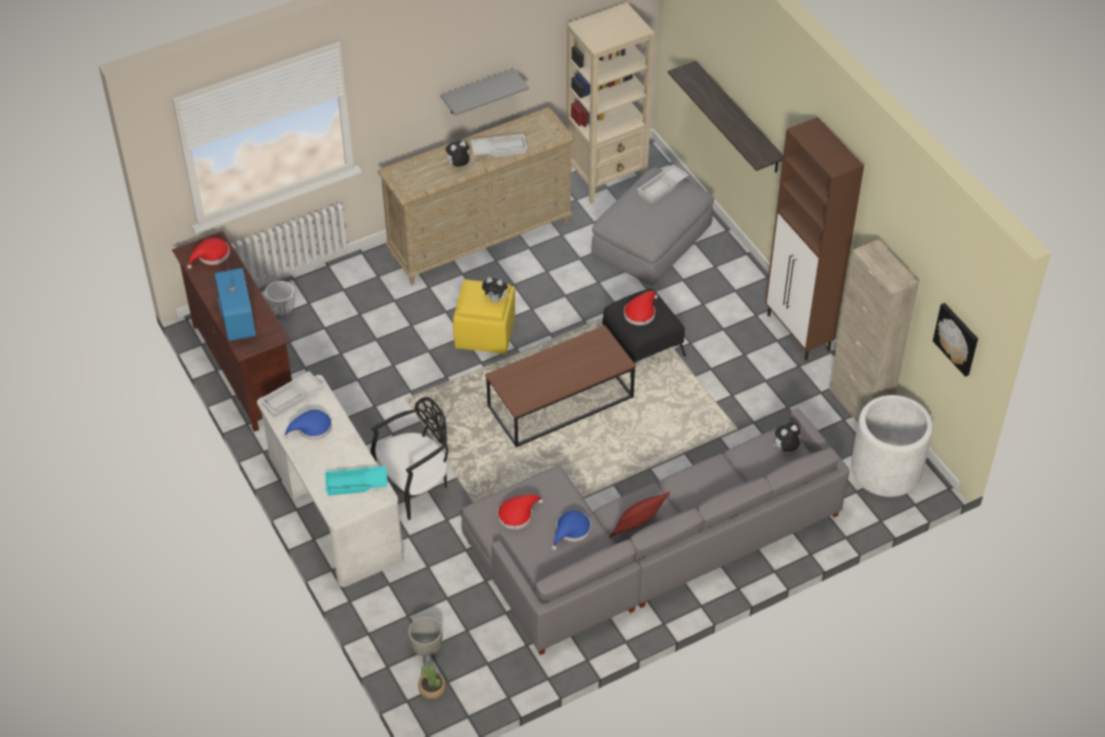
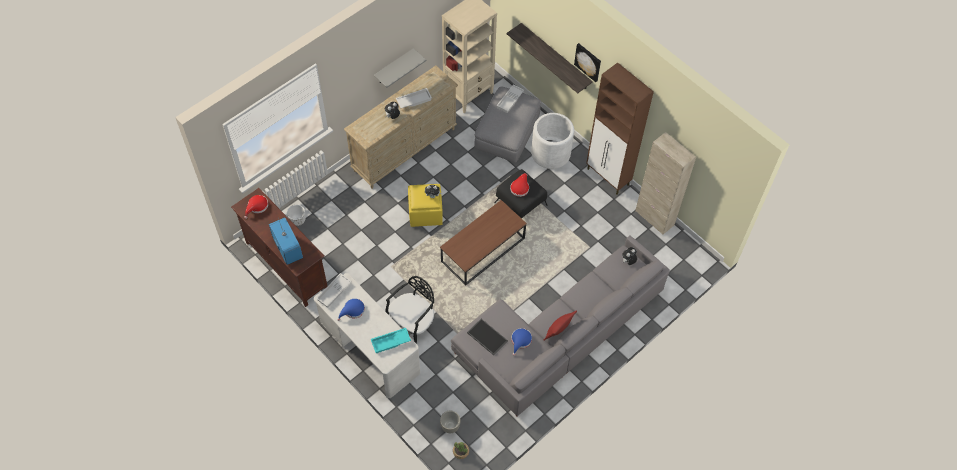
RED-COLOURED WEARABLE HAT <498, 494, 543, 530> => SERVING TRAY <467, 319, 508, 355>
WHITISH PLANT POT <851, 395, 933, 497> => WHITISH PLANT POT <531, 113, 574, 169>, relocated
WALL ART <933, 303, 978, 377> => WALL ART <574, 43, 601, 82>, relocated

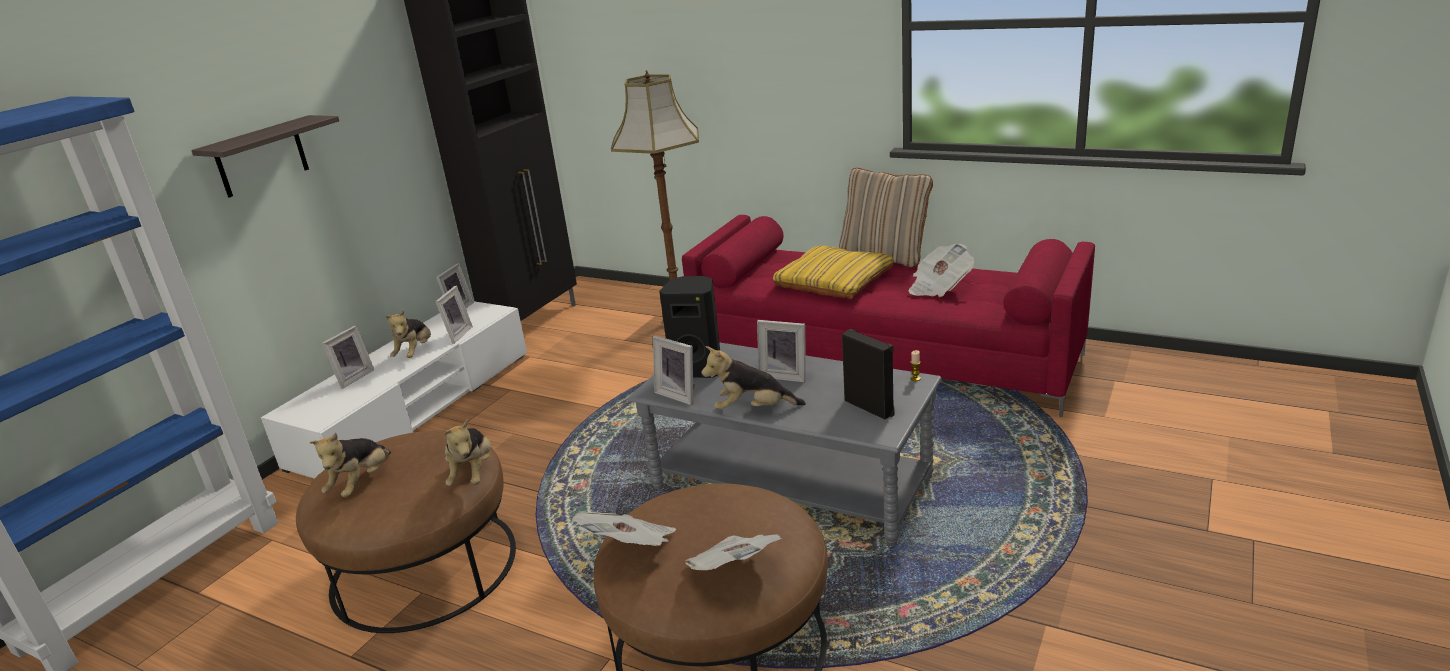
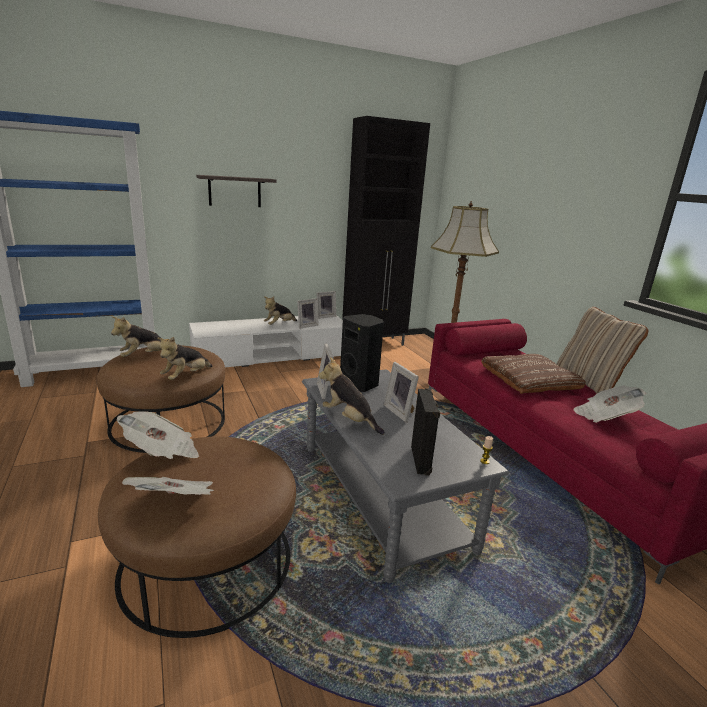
PHOTO FRAME <322, 325, 374, 389> => nothing
YELLOW PILLOW <773, 246, 894, 299> => BROWNISH PILLOW <481, 354, 586, 394>

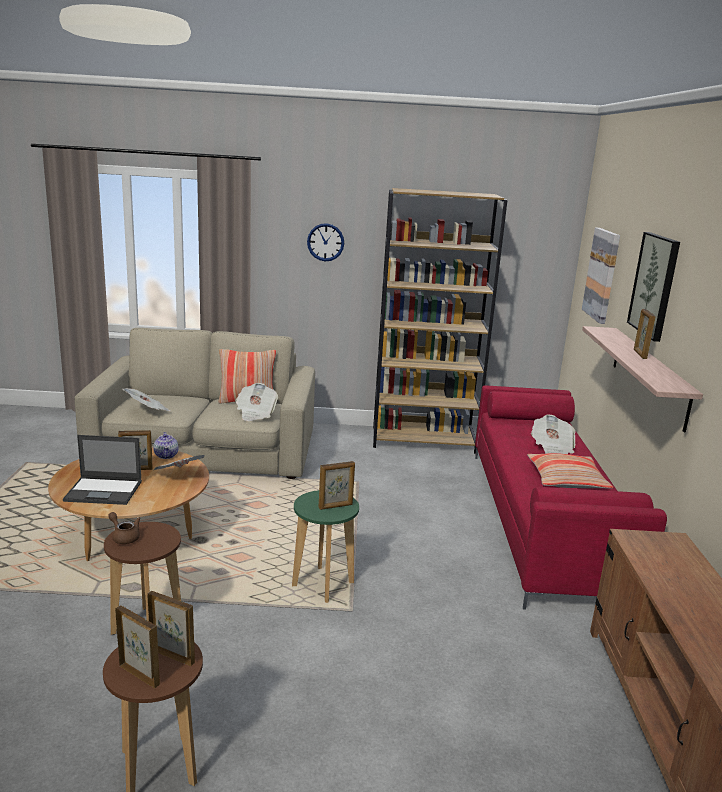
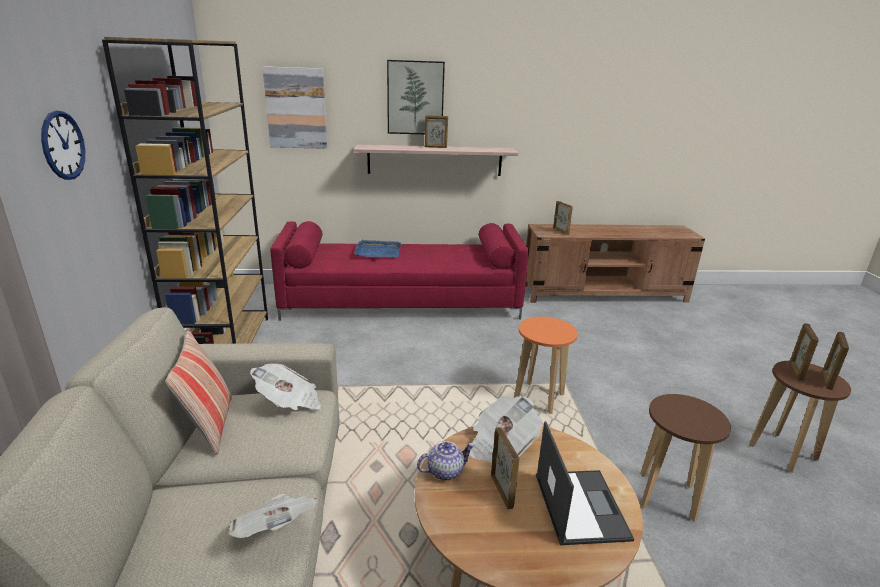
BROWNISH TEA POT <108, 512, 140, 544> => nothing
GREENISH SITTING STOOL <292, 490, 359, 603> => ORANGE-COLOURED SITTING STOOL <514, 317, 578, 414>
PHOTO FRAME <318, 461, 355, 510> => PHOTO FRAME <553, 201, 573, 235>, relocated
PILLOW <527, 453, 613, 489> => nothing
NEWSPAPER <531, 415, 575, 454> => BLUISH SERVING TRAY <354, 239, 401, 257>

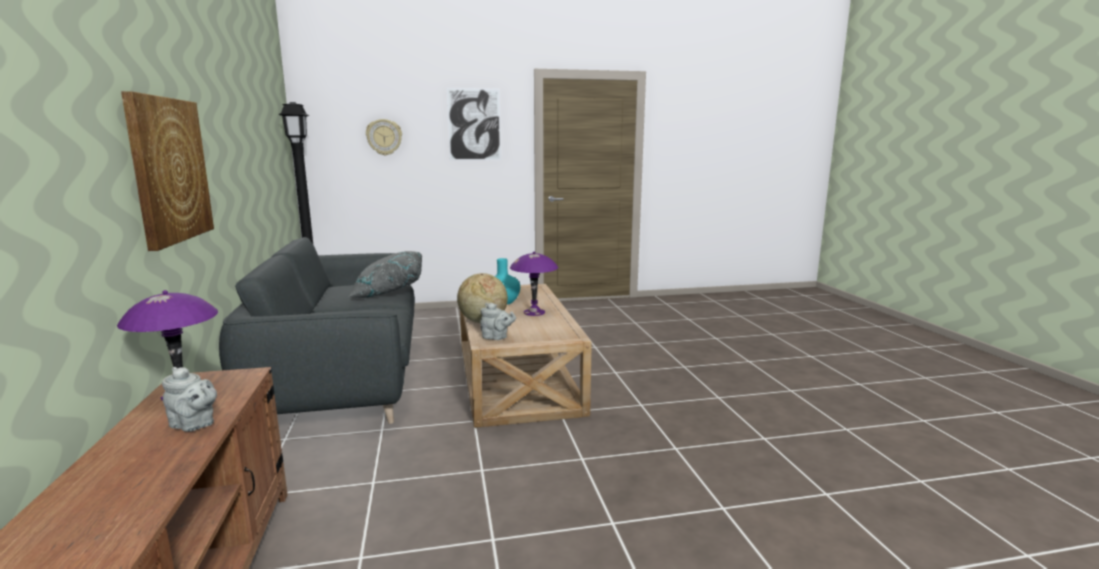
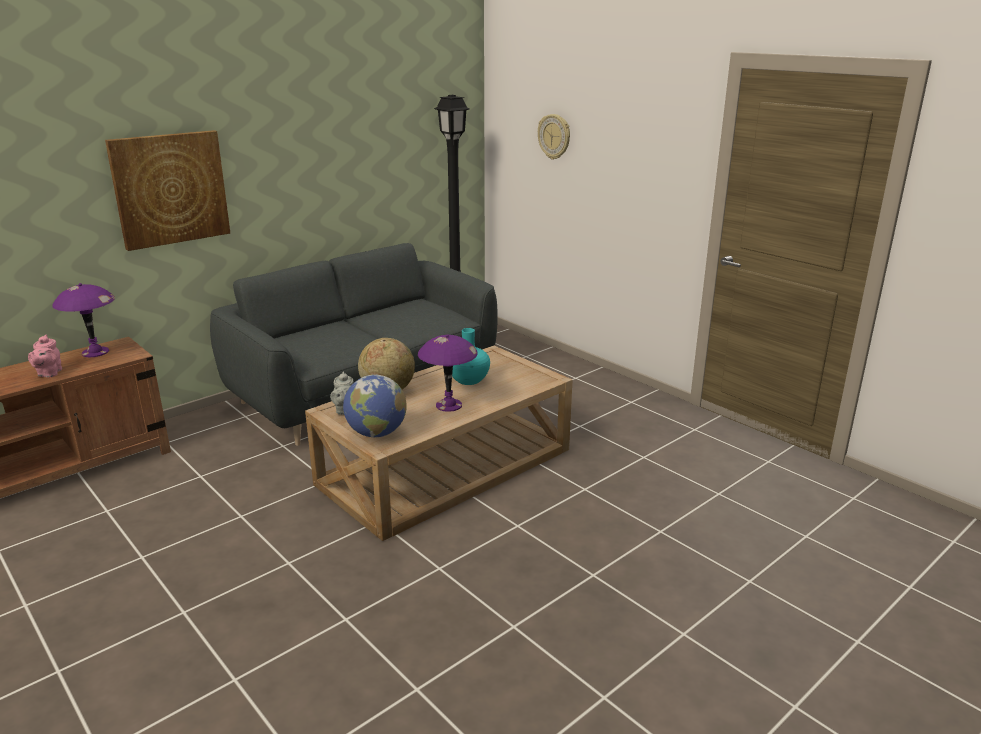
GREY TEA POT <162, 367, 217, 432> => PINK TEA POT <28, 334, 62, 378>
GREY PILLOW <348, 251, 422, 298> => nothing
WALL ART <446, 88, 501, 161> => nothing
nothing => GLOBE <343, 375, 407, 438>

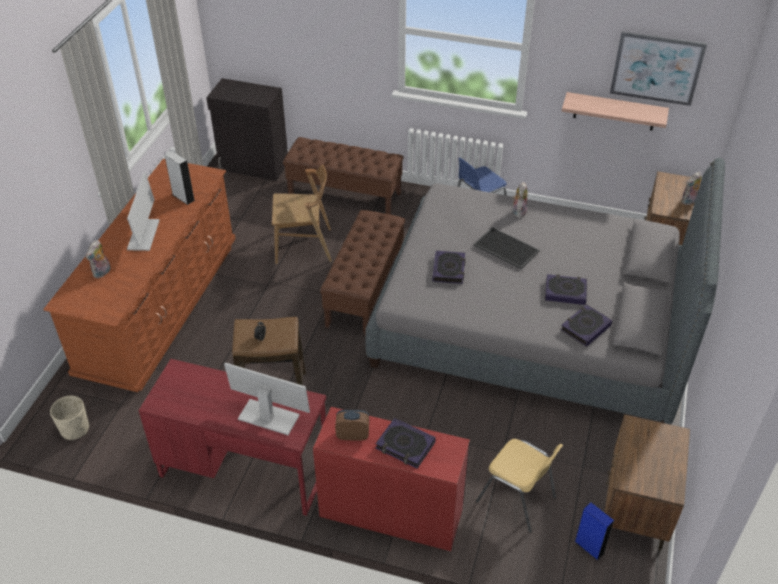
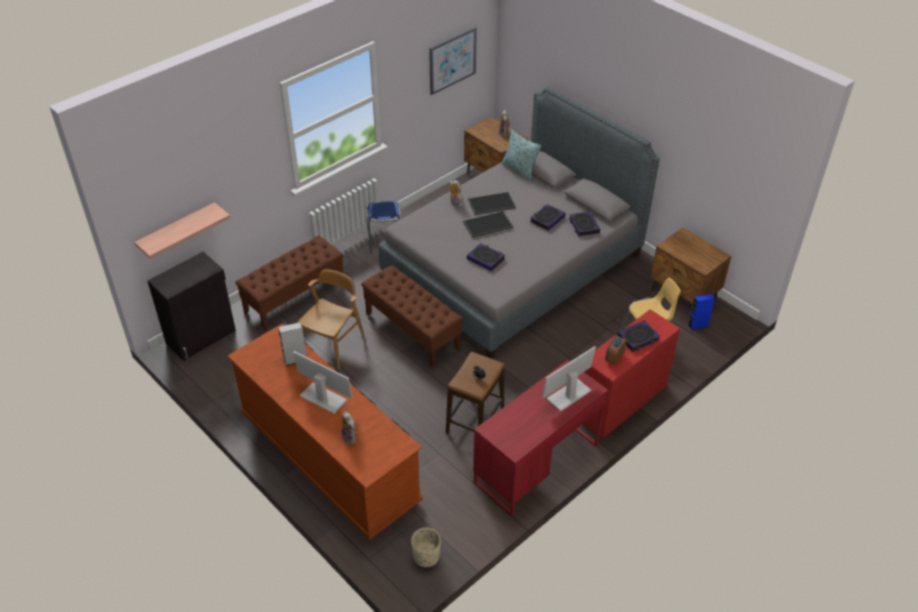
WALL SHELF <562, 92, 669, 131> => WALL SHELF <134, 202, 230, 258>, relocated
nothing => SERVING TRAY <468, 192, 516, 215>
nothing => PILLOW <501, 130, 542, 181>

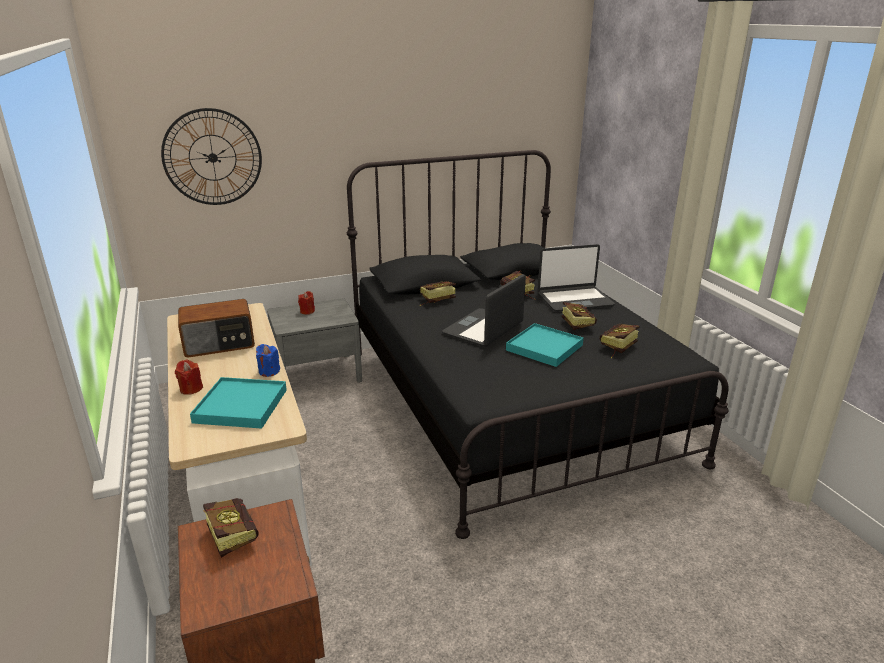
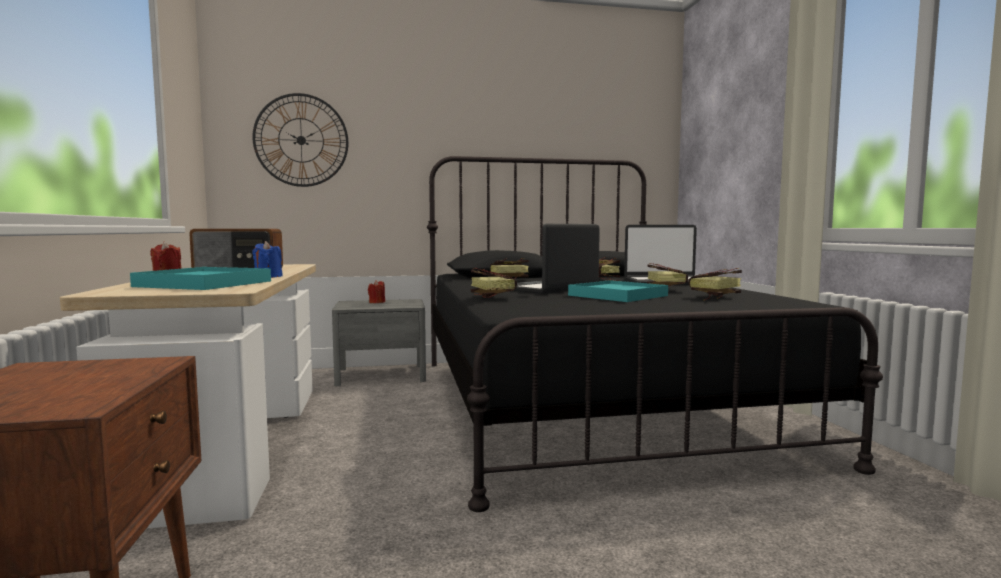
BOUND BOOK <203, 498, 259, 558> => BOUND BOOK <471, 268, 517, 297>, relocated

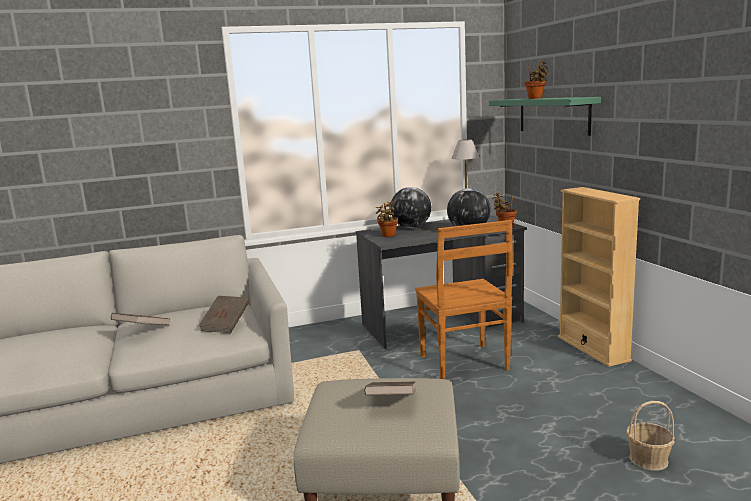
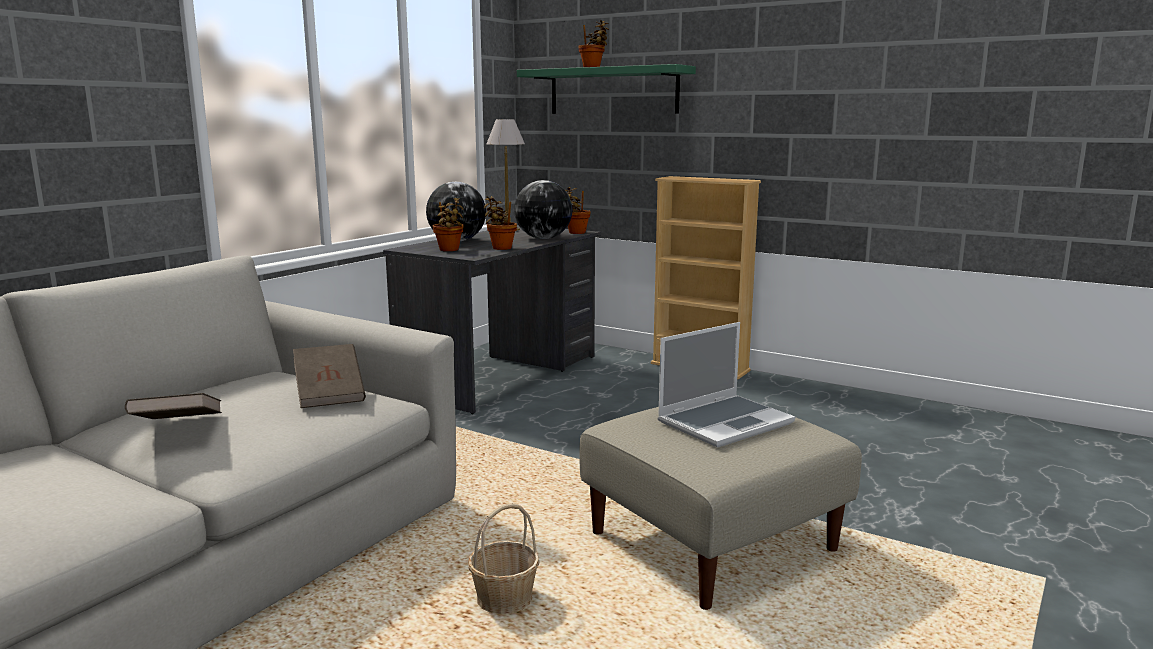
BROWNISH BOUND BOOK <364, 381, 416, 396> => NOTEBOOK COMPUTER <658, 322, 795, 448>
BROWNISH PLAIN CHAIR <415, 220, 513, 379> => nothing
BASKET <626, 401, 675, 471> => BASKET <468, 503, 540, 614>, relocated
nothing => PLANT IN A POT <484, 196, 517, 250>

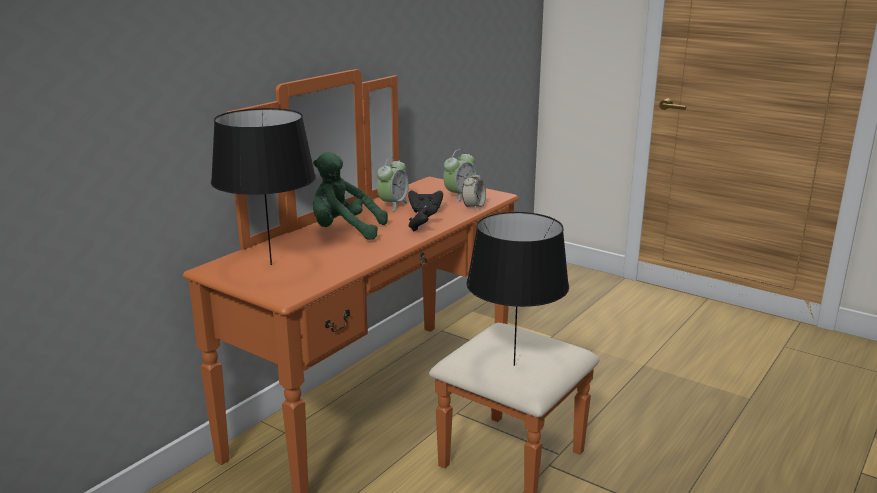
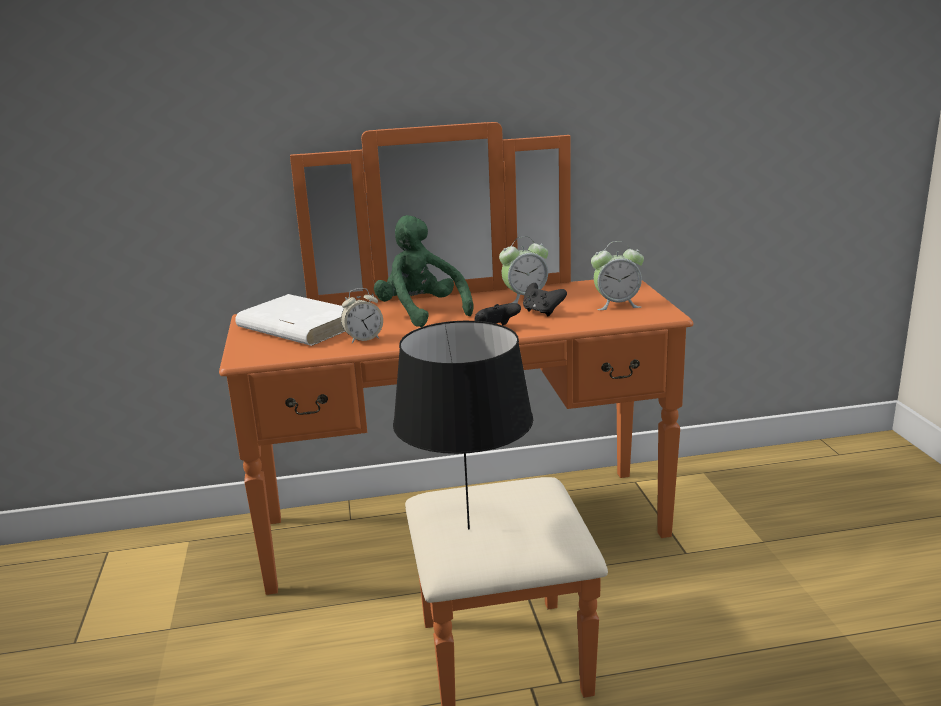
BLACKISH TABLE LAMP <211, 108, 316, 265> => WHITISH BOUND BOOK <235, 294, 345, 346>
BEDSIDE CLOCK <462, 170, 486, 210> => BEDSIDE CLOCK <341, 288, 383, 343>, relocated

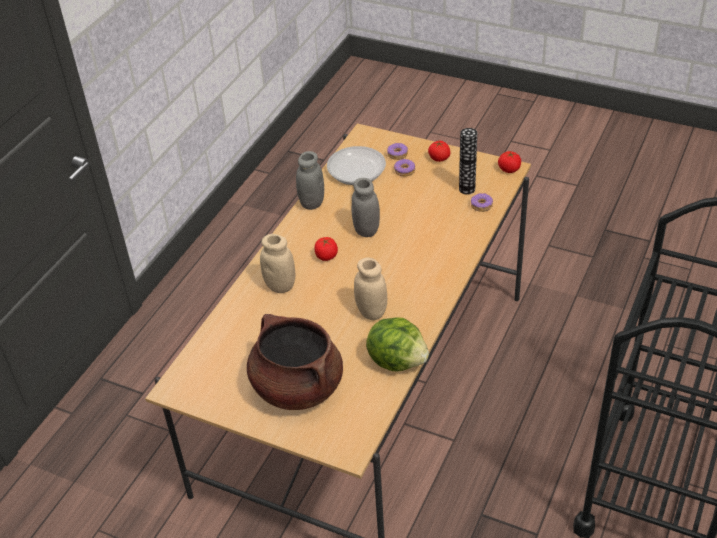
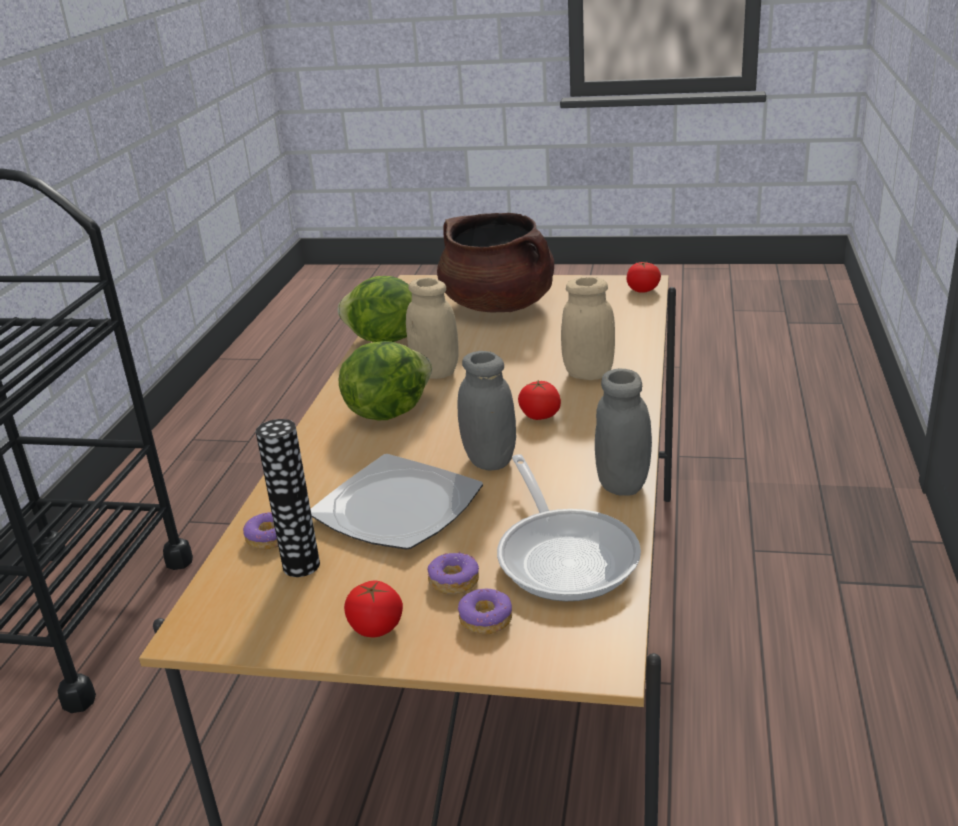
FRESH TOMATO <498, 151, 521, 173> => FRESH TOMATO <627, 262, 661, 293>, relocated
nothing => DINNER PLATE <311, 454, 483, 550>
nothing => LETTUCE HEAD <339, 341, 432, 420>

